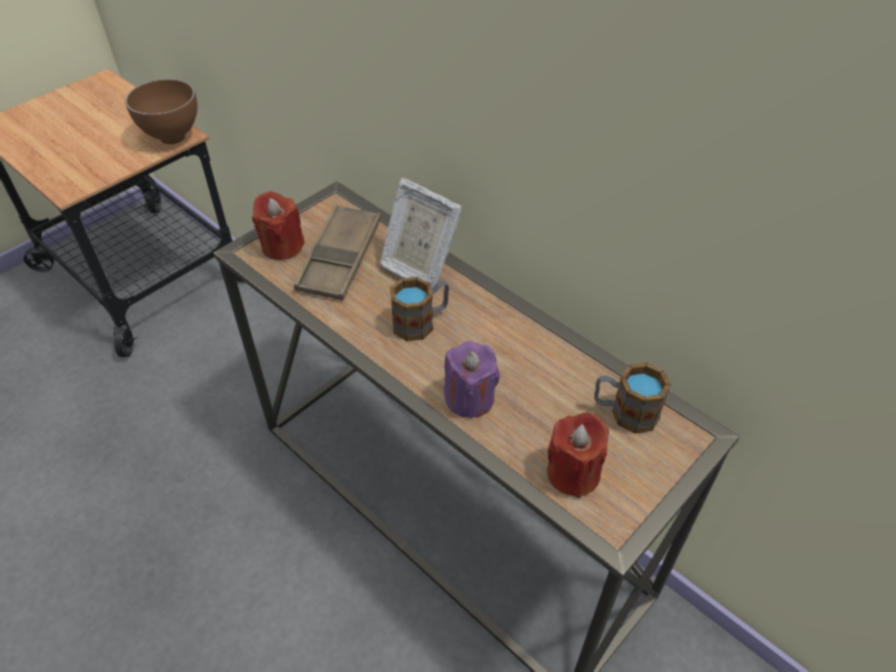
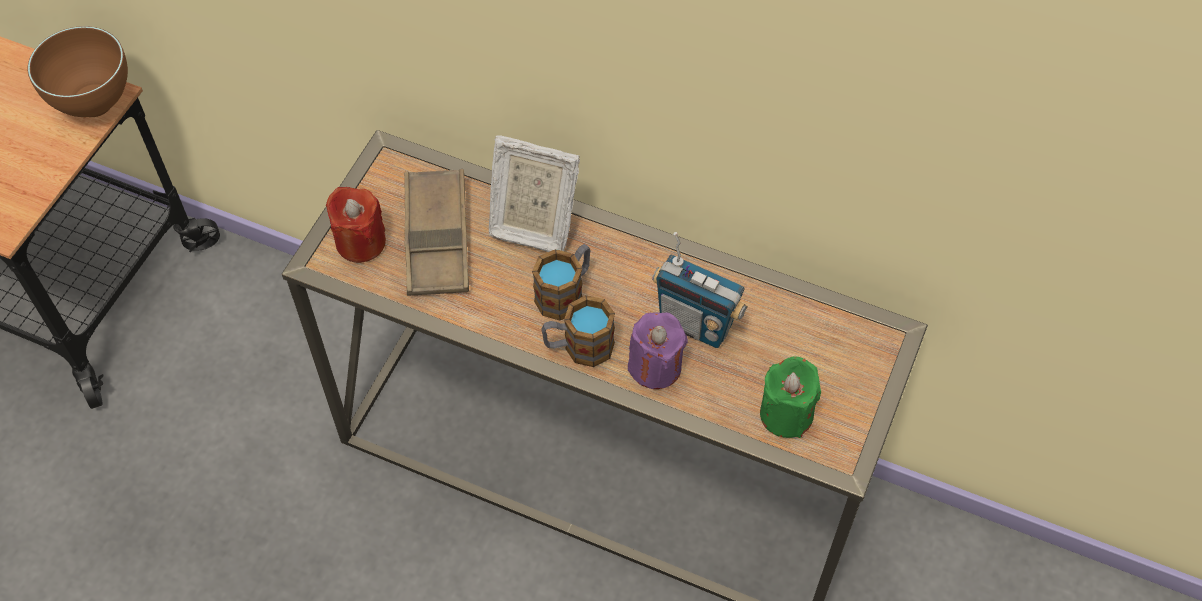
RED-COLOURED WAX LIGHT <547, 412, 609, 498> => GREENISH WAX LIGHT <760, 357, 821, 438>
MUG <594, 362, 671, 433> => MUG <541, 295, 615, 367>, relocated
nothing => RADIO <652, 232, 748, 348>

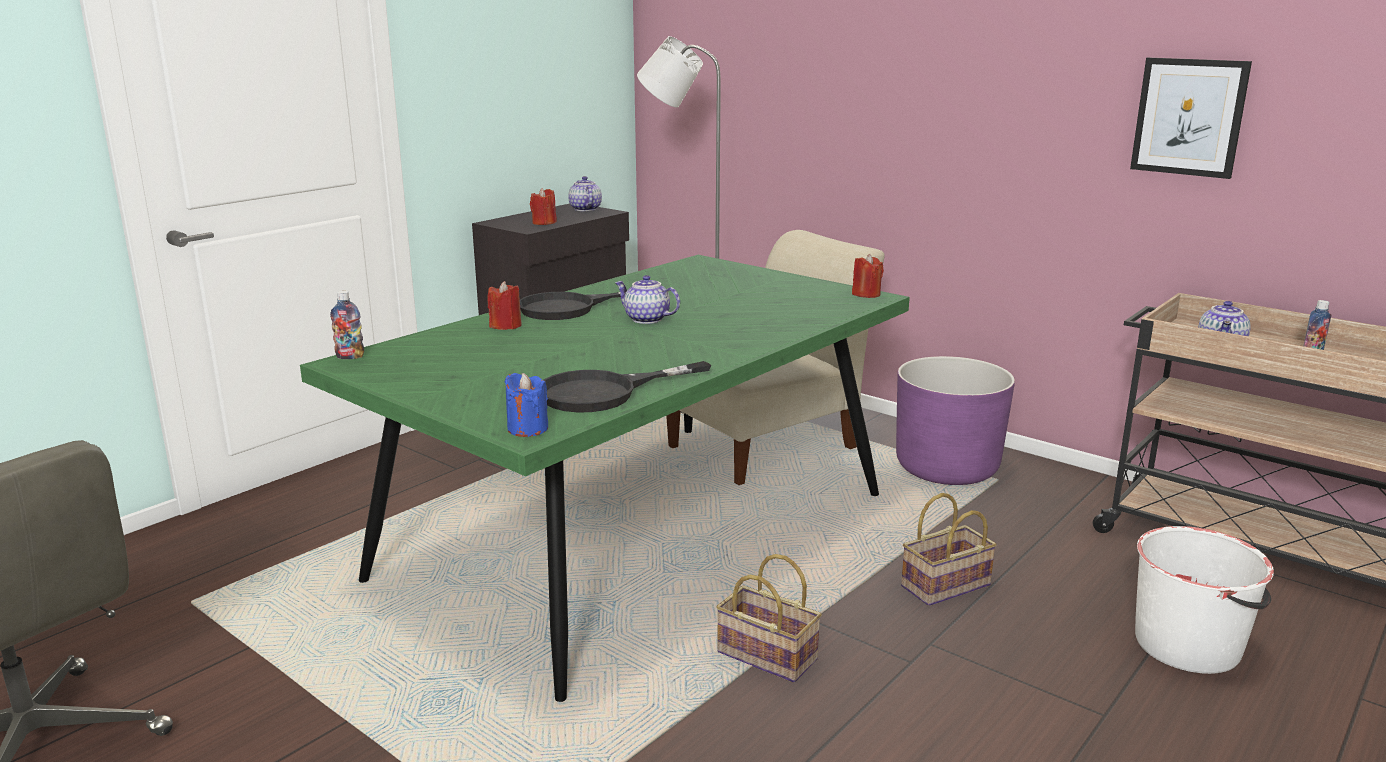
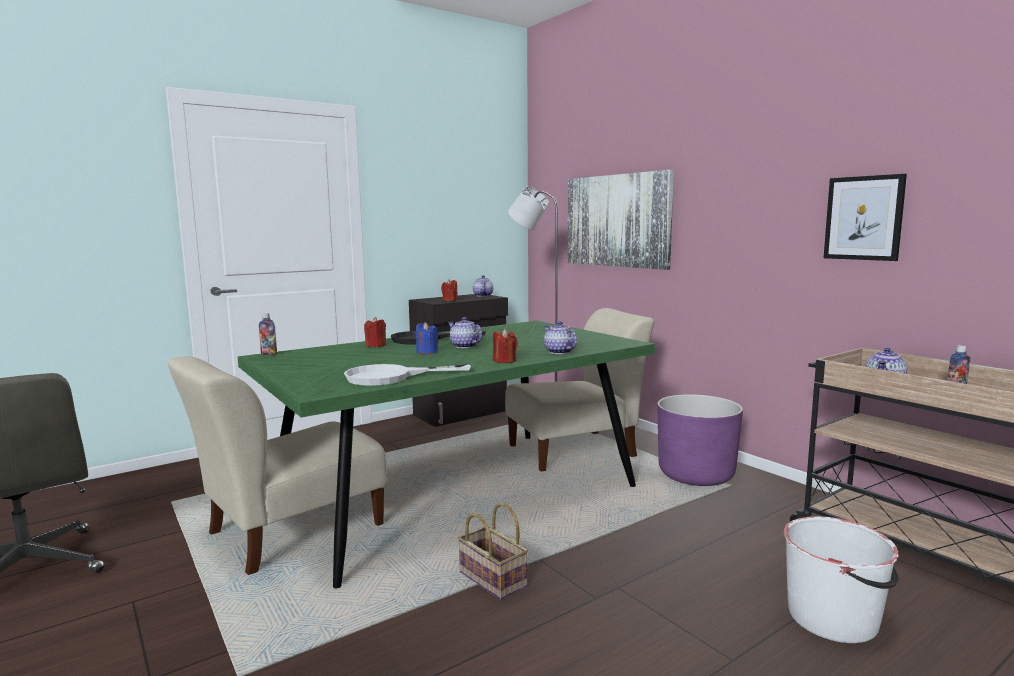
BLUISH WAX LIGHT <505, 373, 548, 437> => BLUISH WAX LIGHT <416, 322, 438, 355>, relocated
BLACKISH FRYING PAN <543, 361, 711, 413> => WHITISH FRYING PAN <344, 364, 471, 386>
RED-COLOURED WAX LIGHT <852, 254, 884, 298> => RED-COLOURED WAX LIGHT <493, 329, 518, 363>, relocated
BASKET <901, 493, 997, 606> => nothing
nothing => BEIGE PLAIN CHAIR <168, 356, 387, 575>
nothing => TEA POT <544, 321, 577, 354>
nothing => WALL ART <568, 170, 674, 270>

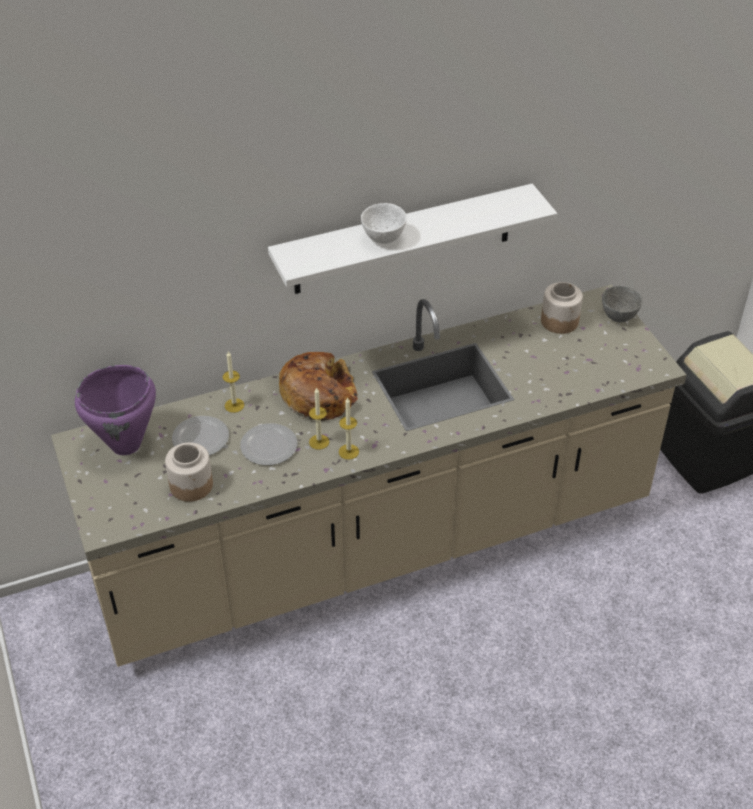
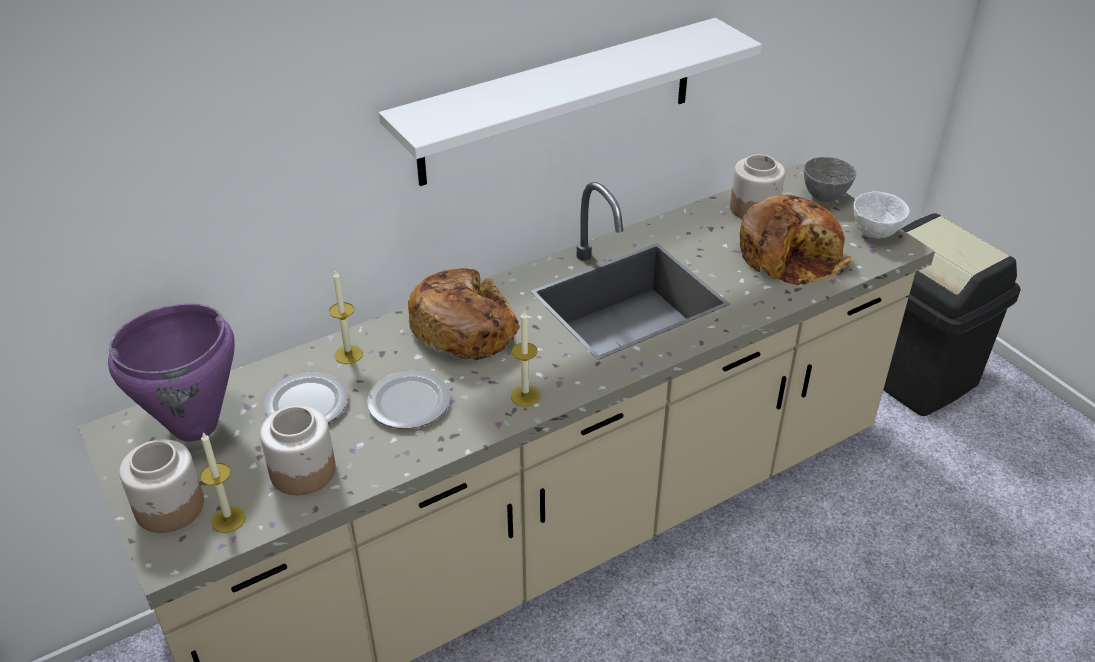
WAX LIGHT <309, 388, 329, 450> => WAX LIGHT <200, 432, 246, 533>, relocated
WHITISH BOWL <361, 203, 407, 244> => WHITISH BOWL <854, 192, 909, 238>, relocated
nothing => JAR <119, 439, 204, 533>
nothing => BAKED BREAD <740, 195, 851, 286>

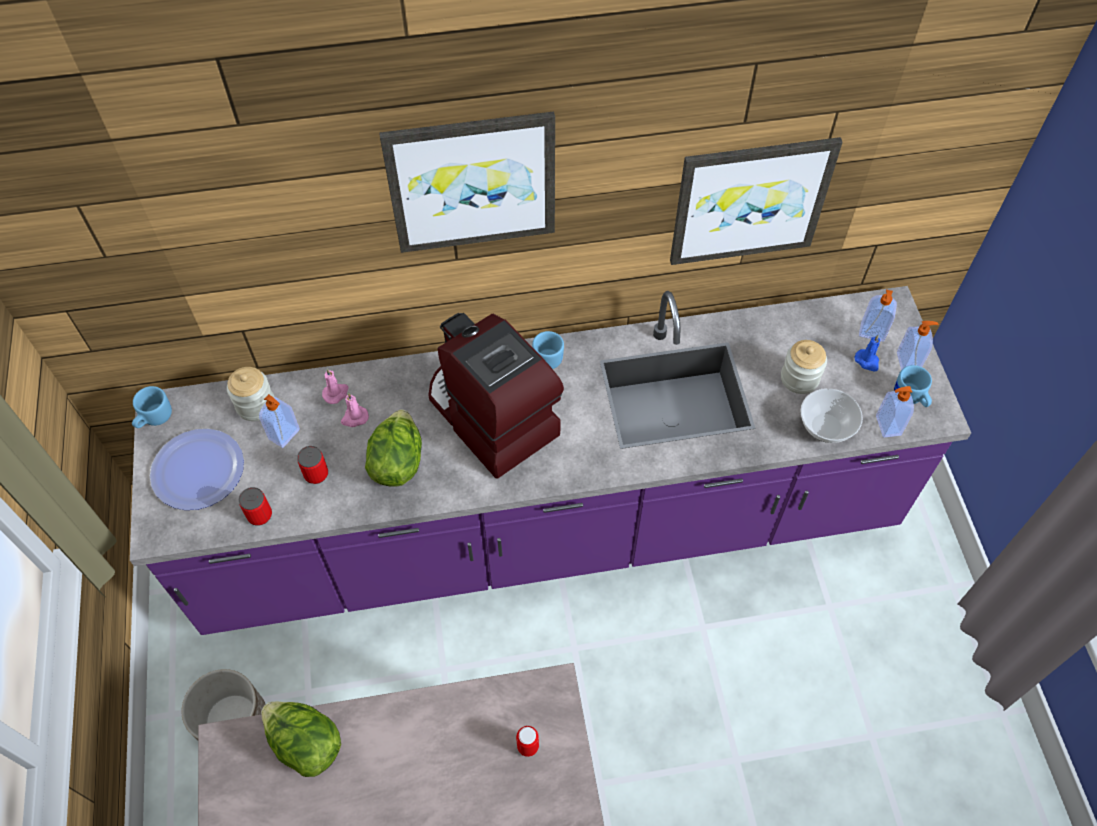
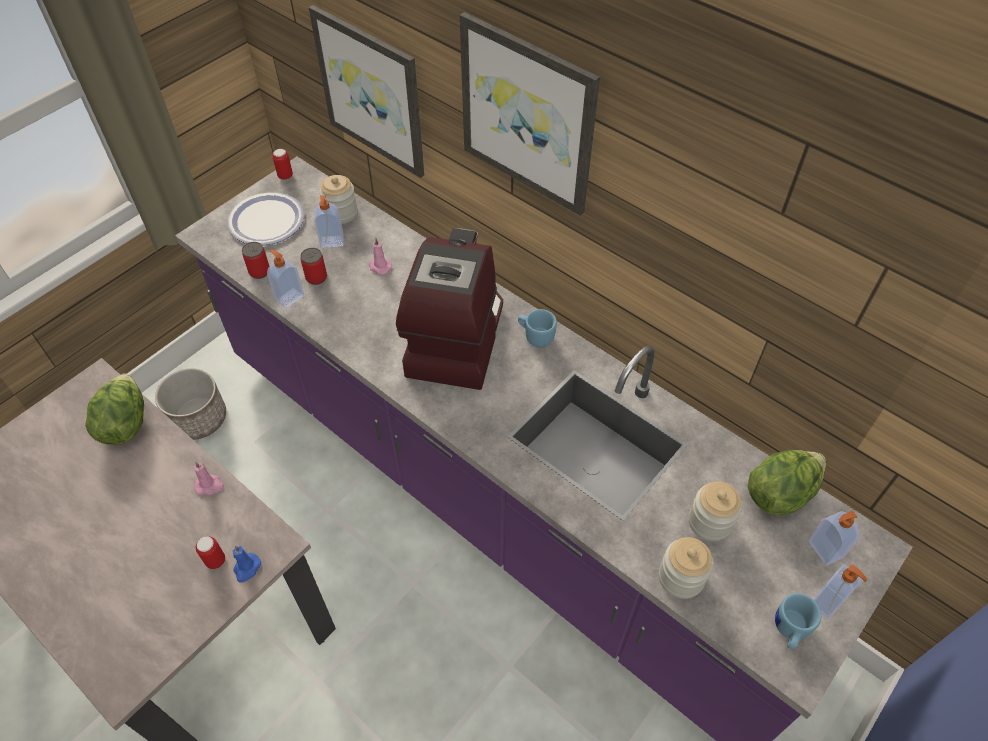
BLUISH MUG <132, 386, 172, 428> => SEALED CAN <272, 149, 293, 180>
PINK WAX LIGHT <322, 369, 349, 404> => PINK WAX LIGHT <193, 462, 224, 495>, relocated
LETTUCE HEAD <365, 410, 422, 487> => LETTUCE HEAD <748, 450, 826, 515>, relocated
WALL ART <670, 137, 843, 265> => WALL ART <309, 5, 424, 178>, relocated
BOWL <801, 388, 863, 443> => JAR <659, 537, 713, 599>
BLUISH WAX LIGHT <854, 335, 880, 372> => BLUISH WAX LIGHT <233, 546, 261, 583>, relocated
SOAP BOTTLE <876, 386, 914, 438> => SOAP BOTTLE <267, 250, 304, 308>, relocated

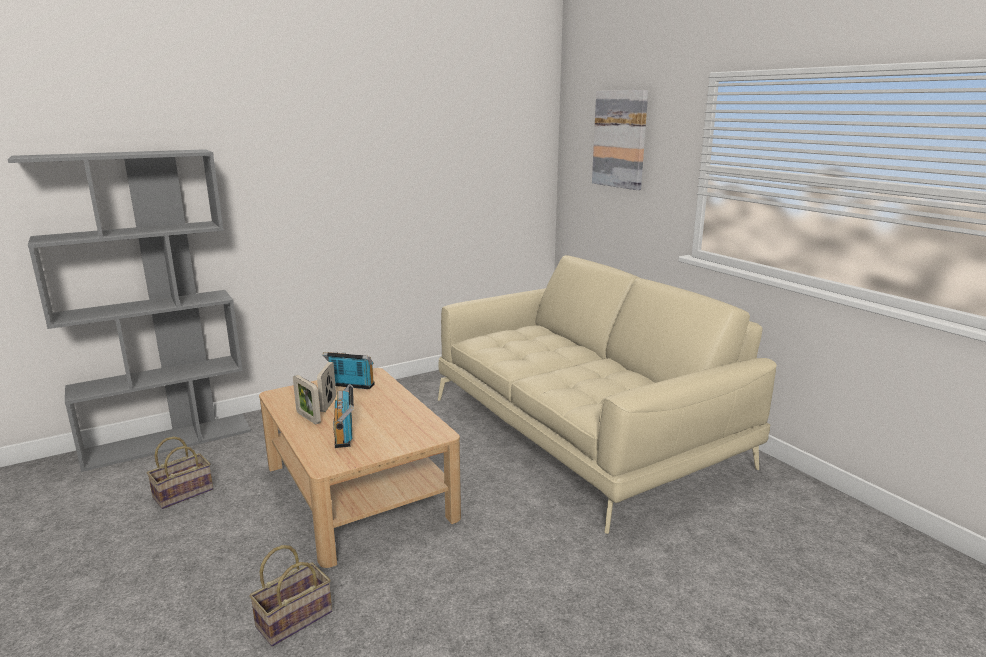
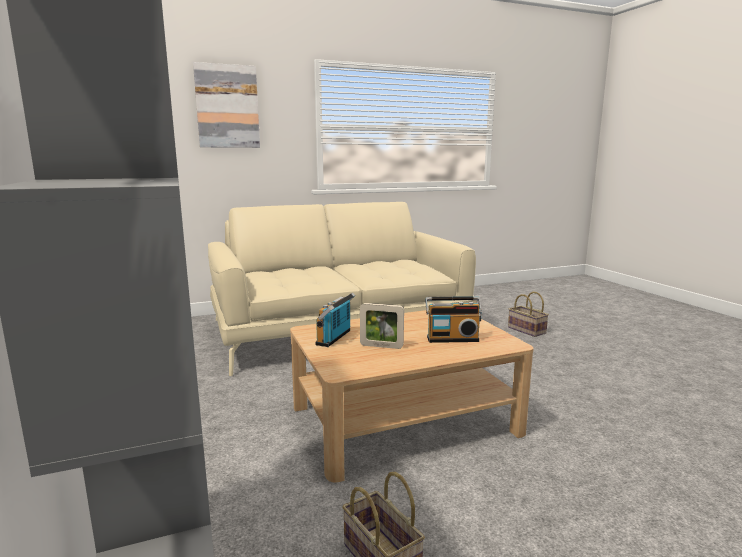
BASKET <249, 545, 332, 647> => BASKET <508, 292, 549, 337>, relocated
PHOTO FRAME <293, 375, 321, 425> => nothing

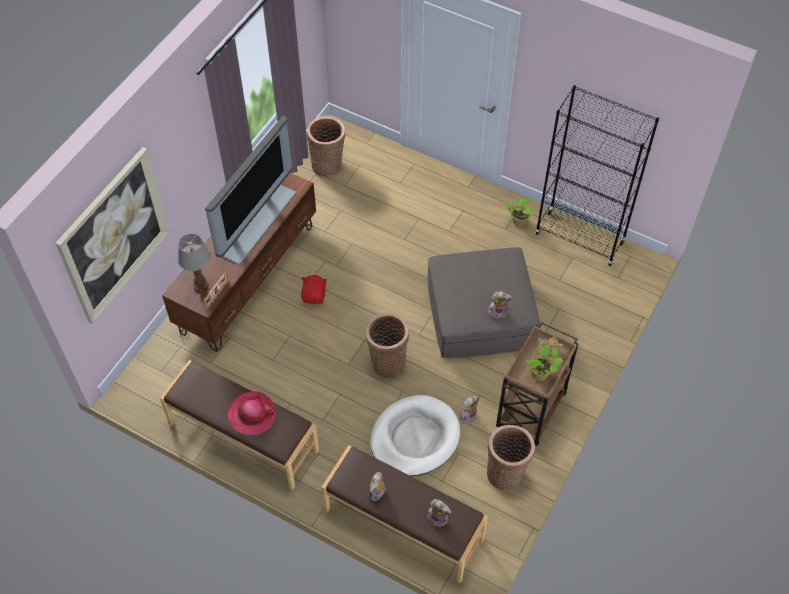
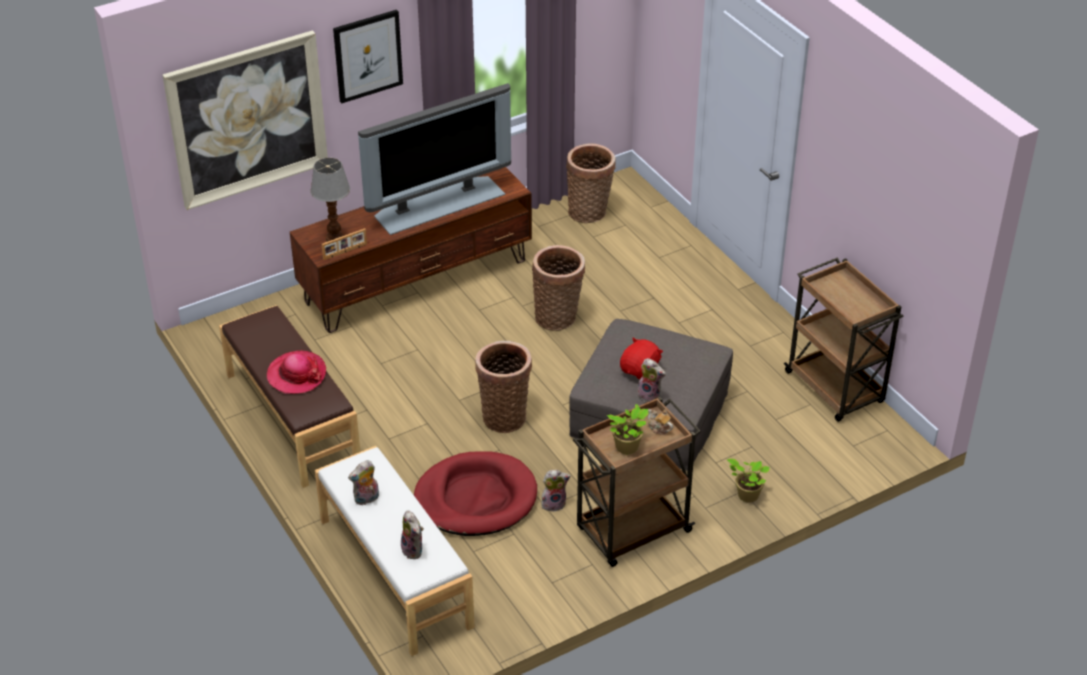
RED-COLOURED CUDDLY TOY <301, 275, 327, 304> => RED-COLOURED CUDDLY TOY <620, 337, 663, 379>, relocated
BROWNISH LONG SEAT <321, 445, 488, 583> => WHITISH LONG SEAT <315, 446, 474, 656>
WHITISH PET BED <370, 395, 460, 476> => RED-COLOURED PET BED <414, 451, 537, 536>
BASKET <487, 425, 535, 490> => BASKET <532, 245, 585, 331>, relocated
PLANT IN A POT <505, 198, 534, 227> => PLANT IN A POT <727, 459, 770, 503>, relocated
BLACKISH BOOKCASE <535, 85, 659, 266> => BROWNISH WHEELED CART <784, 258, 903, 422>
nothing => WALL ART <333, 10, 403, 103>

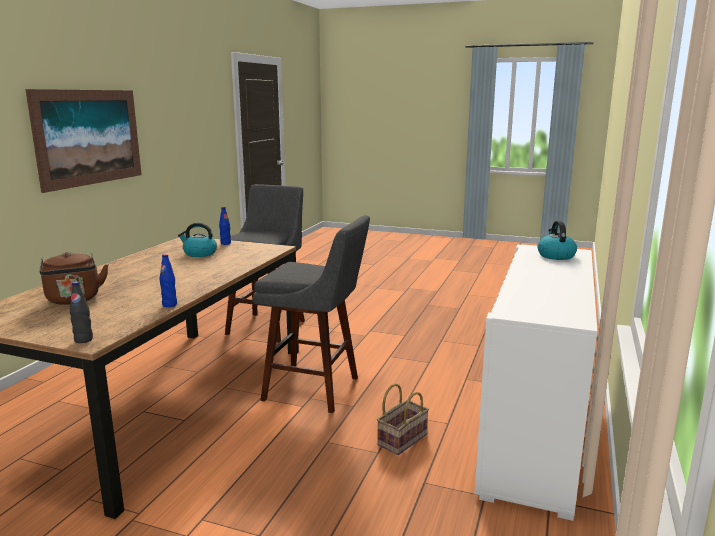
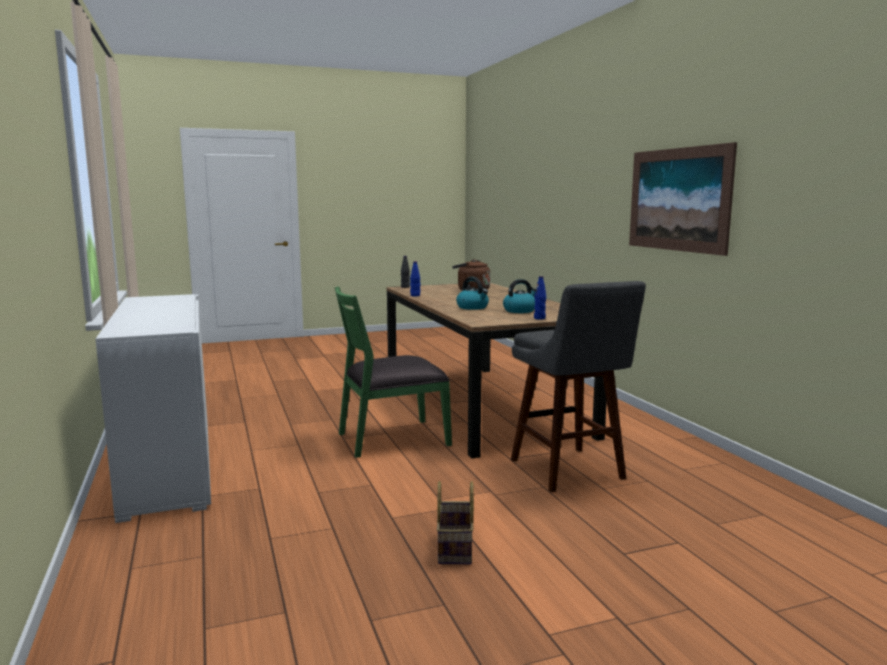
GREY SITTING STOOL <253, 215, 370, 413> => GREENISH PLAIN CHAIR <335, 286, 452, 458>
BASKET <377, 383, 429, 455> => BASKET <437, 481, 474, 564>, relocated
KETTLE <538, 221, 577, 260> => KETTLE <456, 277, 489, 310>, relocated

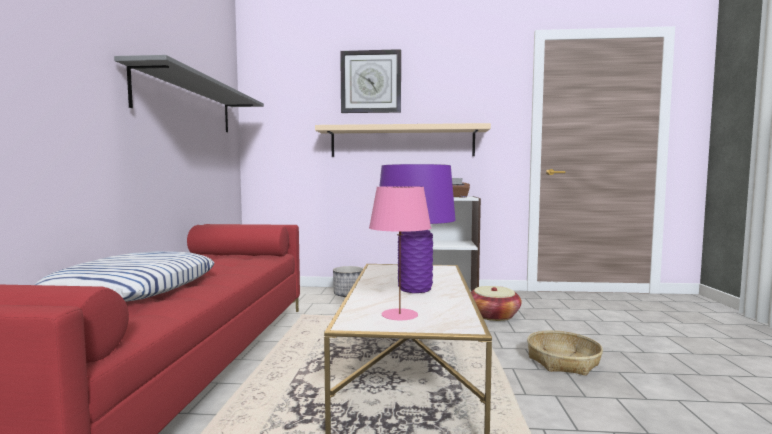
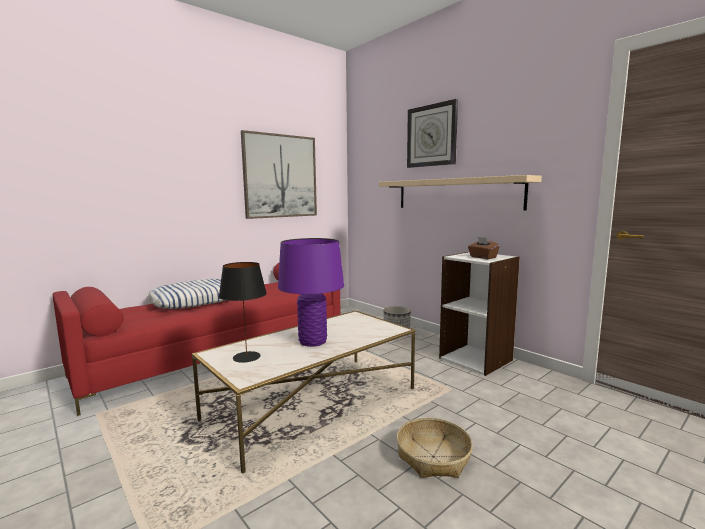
GREY WALL SHELF <114, 55, 264, 132> => WALL ART <241, 130, 317, 219>
PINK TABLE LAMP <369, 186, 431, 320> => BLACKISH TABLE LAMP <219, 262, 267, 363>
BASKET <471, 286, 522, 321> => nothing

